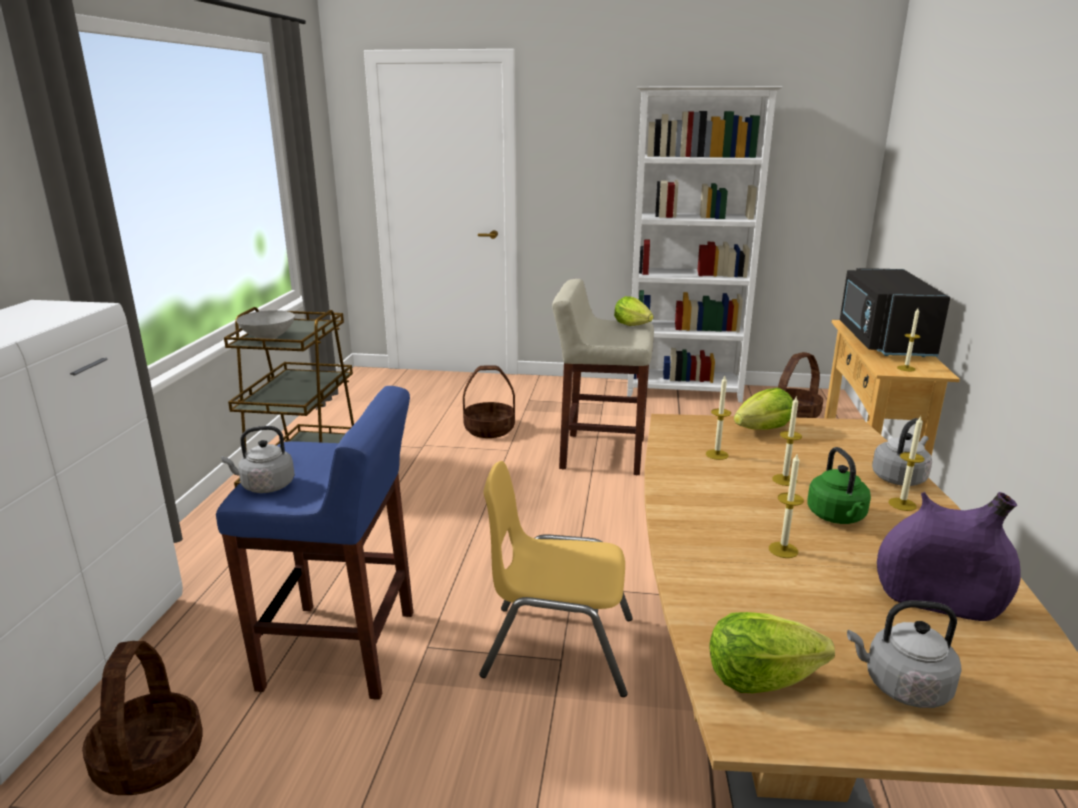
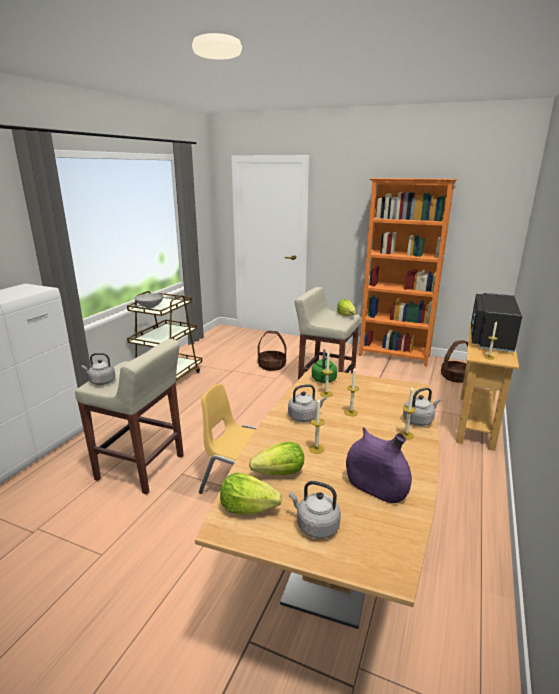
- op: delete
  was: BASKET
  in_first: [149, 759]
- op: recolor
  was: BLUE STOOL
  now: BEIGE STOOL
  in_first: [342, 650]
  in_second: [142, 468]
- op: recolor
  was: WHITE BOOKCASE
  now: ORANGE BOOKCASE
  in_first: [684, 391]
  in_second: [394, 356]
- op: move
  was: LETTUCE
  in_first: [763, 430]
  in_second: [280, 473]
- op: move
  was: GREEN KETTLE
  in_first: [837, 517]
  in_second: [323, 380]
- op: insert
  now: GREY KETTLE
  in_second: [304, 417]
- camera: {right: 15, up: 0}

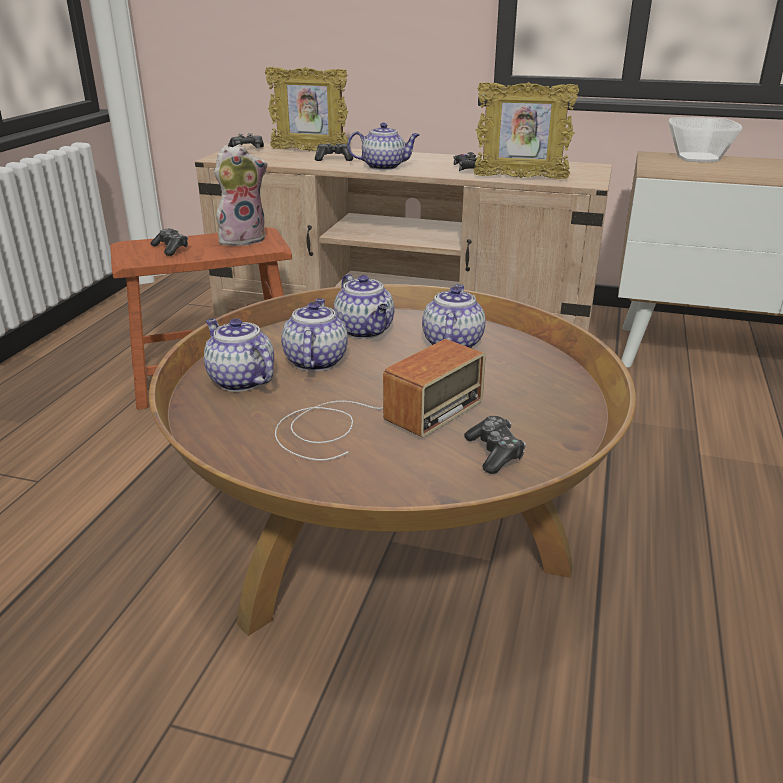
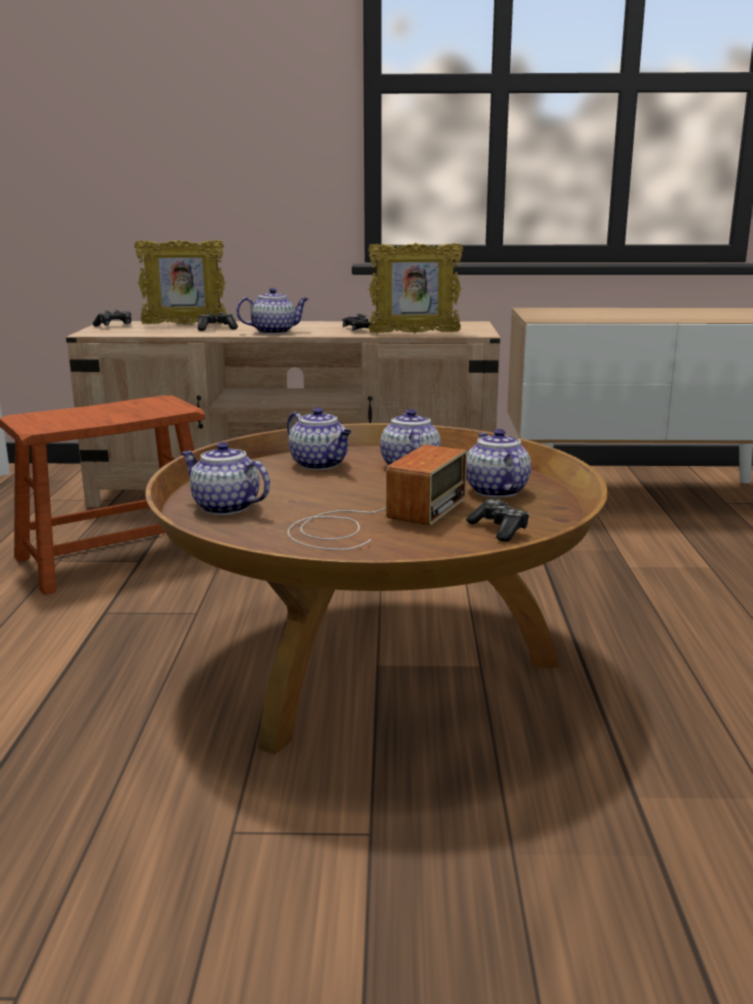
- op: delete
  was: GAME CONTROLLER
  in_first: [171, 248]
- op: delete
  was: PLUSH TOY
  in_first: [243, 239]
- op: move
  was: TEAPOT
  in_first: [315, 361]
  in_second: [495, 490]
- op: delete
  was: BOWL
  in_first: [697, 158]
- camera: {right: -15, up: -10}

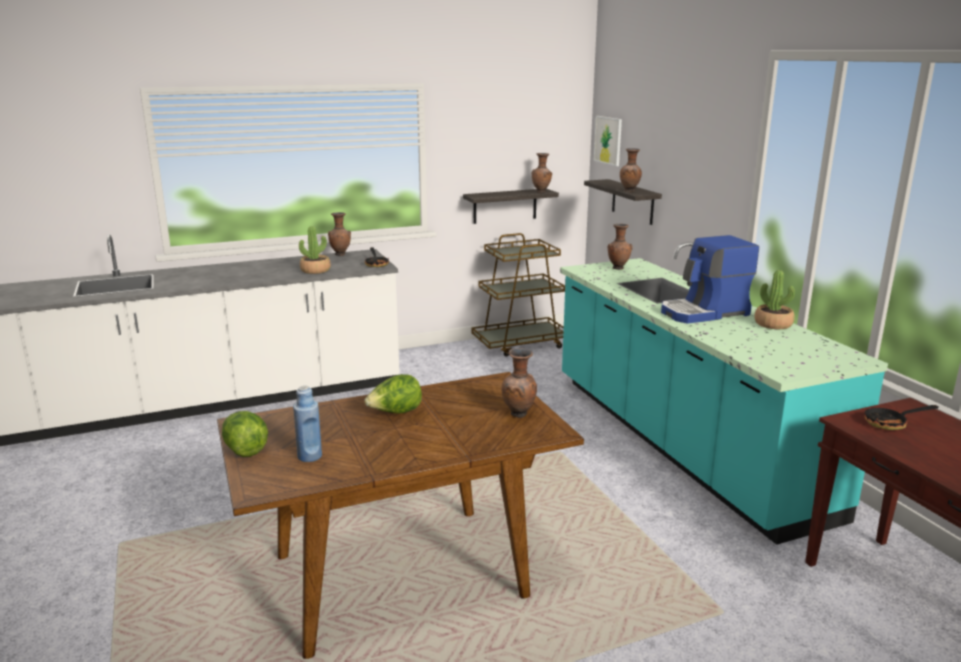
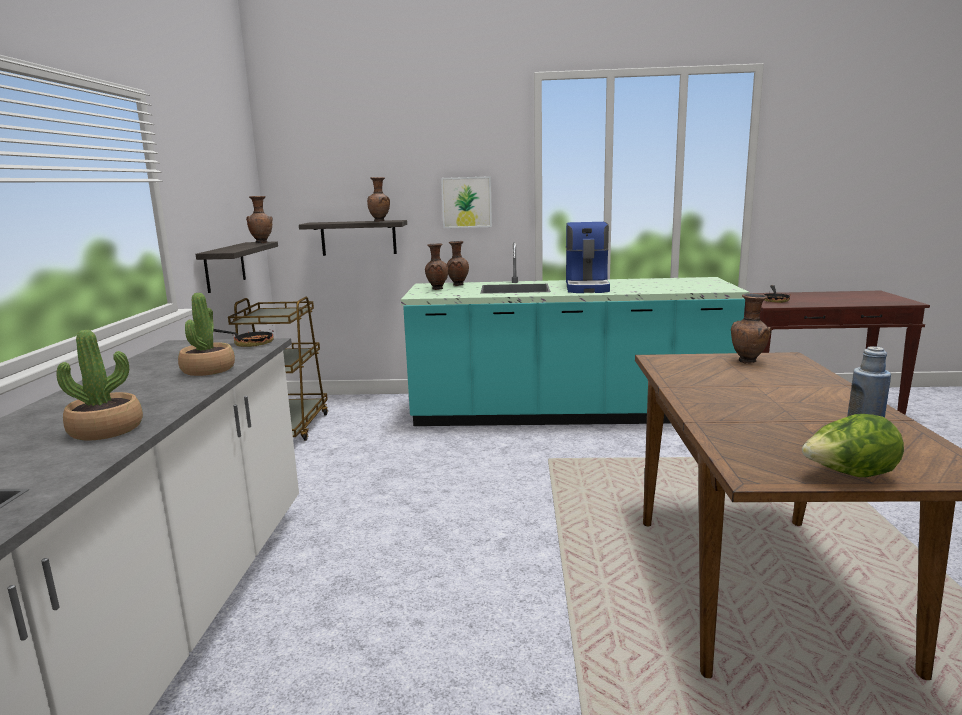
- op: move
  was: BROWN VASE
  in_first: [340, 254]
  in_second: [457, 285]
- op: delete
  was: LETTUCE
  in_first: [395, 413]
- op: move
  was: PICTURE
  in_first: [608, 140]
  in_second: [466, 202]
- op: move
  was: POTTED PLANT
  in_first: [773, 324]
  in_second: [106, 430]
- camera: {right: -65, up: -5}

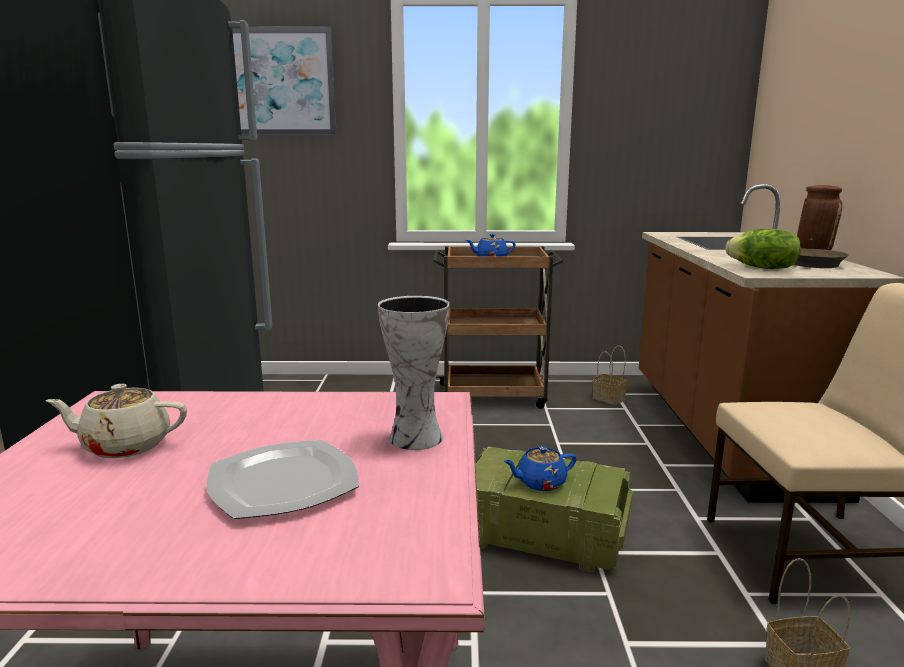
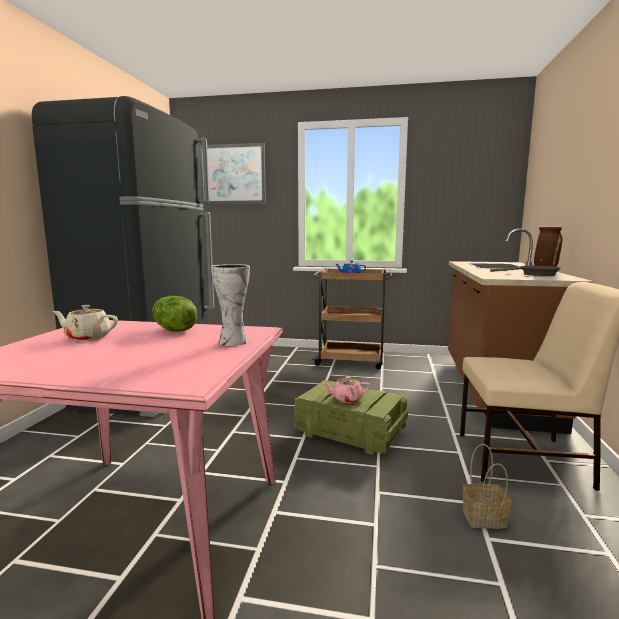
- op: delete
  was: PLATE
  in_first: [282, 484]
- op: recolor
  was: BLUE TEAPOT
  now: PINK TEAPOT
  in_first: [540, 483]
  in_second: [346, 399]
- op: delete
  was: BASKET
  in_first: [609, 399]
- op: move
  was: LETTUCE
  in_first: [762, 268]
  in_second: [173, 330]
- camera: {right: 10, up: -5}

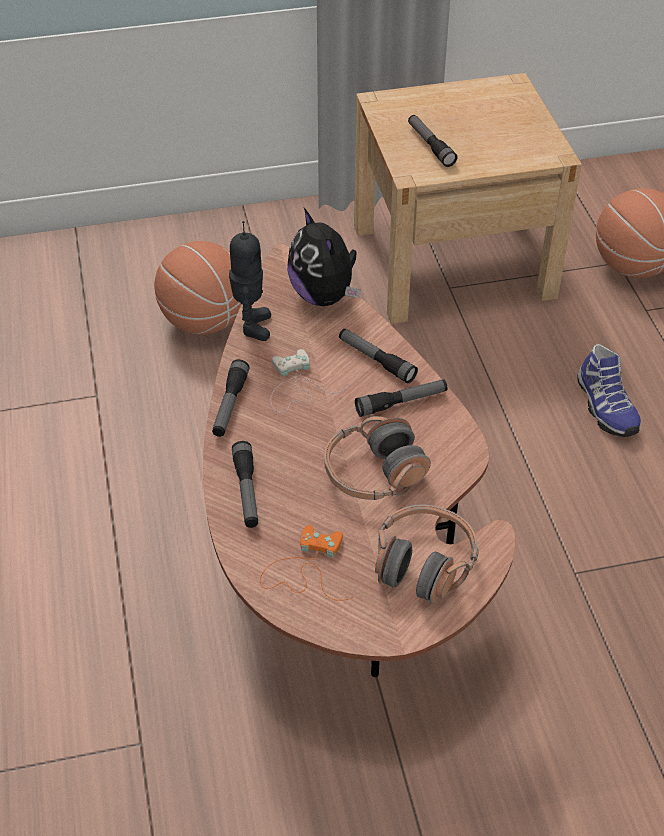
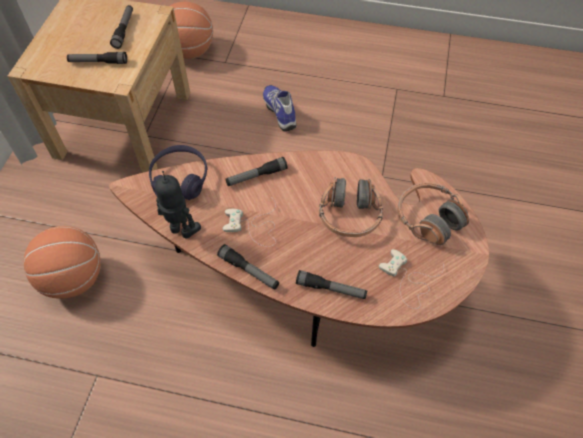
- op: recolor
  was: ORANGE GAME CONTROLLER
  now: WHITE GAME CONTROLLER
  in_first: [305, 568]
  in_second: [409, 280]
- op: replace
  was: PLUSH TOY
  now: PURPLE HEADPHONES
  in_first: [324, 296]
  in_second: [180, 179]
- op: move
  was: FLASHLIGHT
  in_first: [401, 402]
  in_second: [124, 30]
- op: rotate
  was: SHOE
  in_first: [604, 407]
  in_second: [281, 112]
  clockwise: -120
- camera: {right: -65, up: 10}

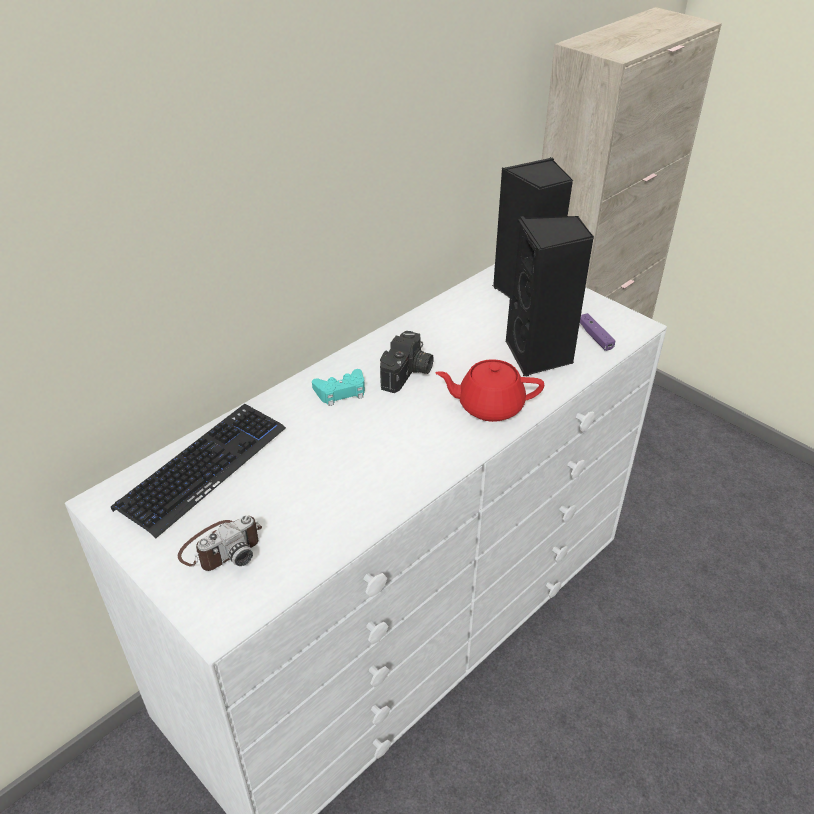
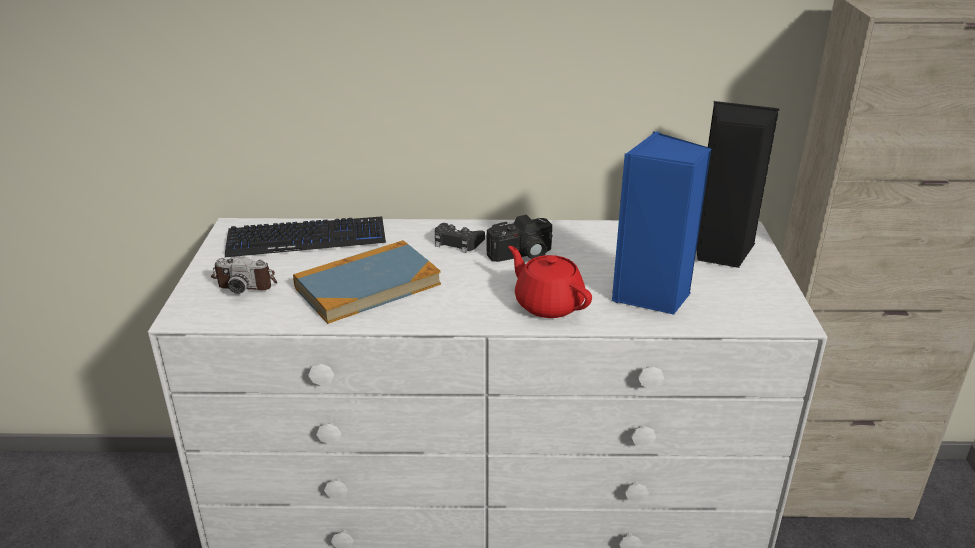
- op: recolor
  was: TURQUOISE GAME CONTROLLER
  now: BLACK GAME CONTROLLER
  in_first: [341, 392]
  in_second: [457, 242]
- op: recolor
  was: BLACK SPEAKER
  now: BLUE SPEAKER
  in_first: [539, 356]
  in_second: [652, 295]
- op: delete
  was: PURPLE GAME CONTROLLER
  in_first: [594, 336]
- op: insert
  now: BOOK
  in_second: [367, 286]
- camera: {right: 45, up: -10}

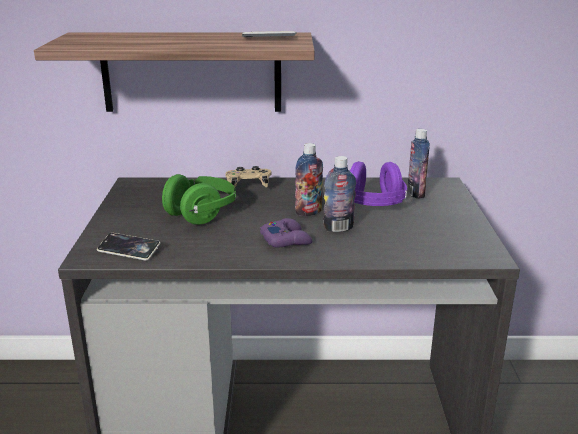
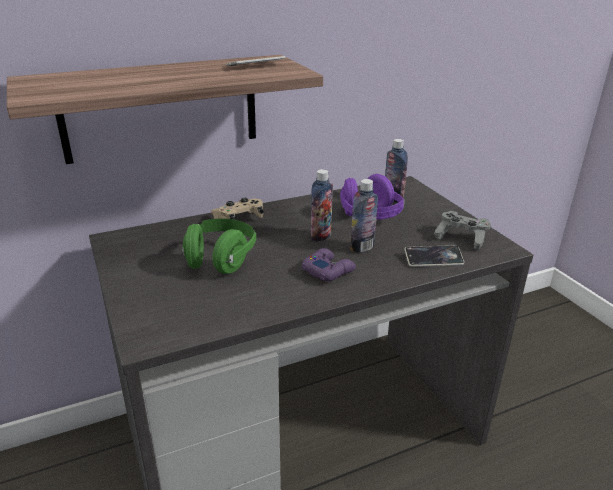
- op: move
  was: PHONE
  in_first: [129, 250]
  in_second: [433, 259]
- op: insert
  now: GREY GAME CONTROLLER
  in_second: [461, 238]
- camera: {right: -25, up: 5}

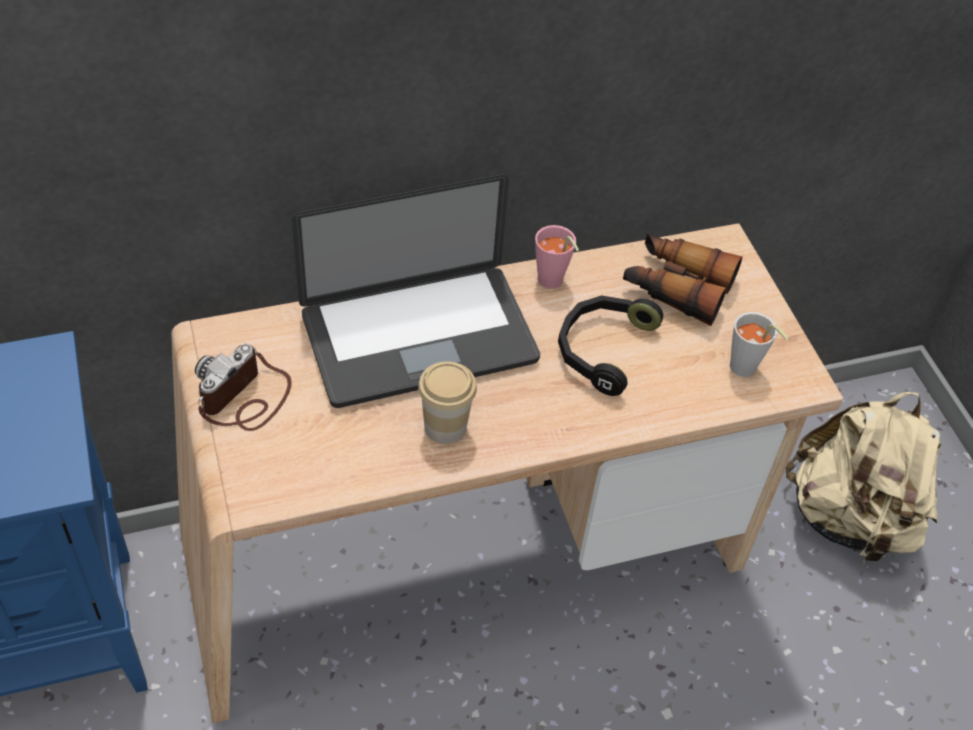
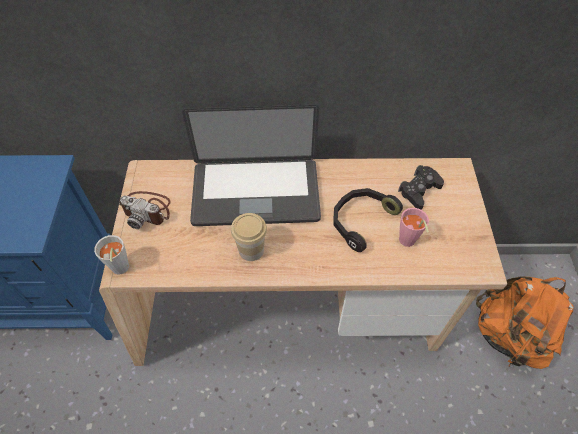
- op: rotate
  was: PHOTO CAMERA
  in_first: [245, 398]
  in_second: [147, 210]
  clockwise: -120
- op: move
  was: PINK CUP
  in_first: [552, 284]
  in_second: [408, 243]
- op: replace
  was: BINOCULARS
  now: BLACK GAME CONTROLLER
  in_first: [676, 287]
  in_second: [419, 190]
- op: move
  was: GREY CUP
  in_first: [746, 371]
  in_second: [120, 270]
- op: recolor
  was: BEIGE BACKPACK
  now: ORANGE BACKPACK
  in_first: [849, 518]
  in_second: [508, 335]
- camera: {right: 20, up: 5}

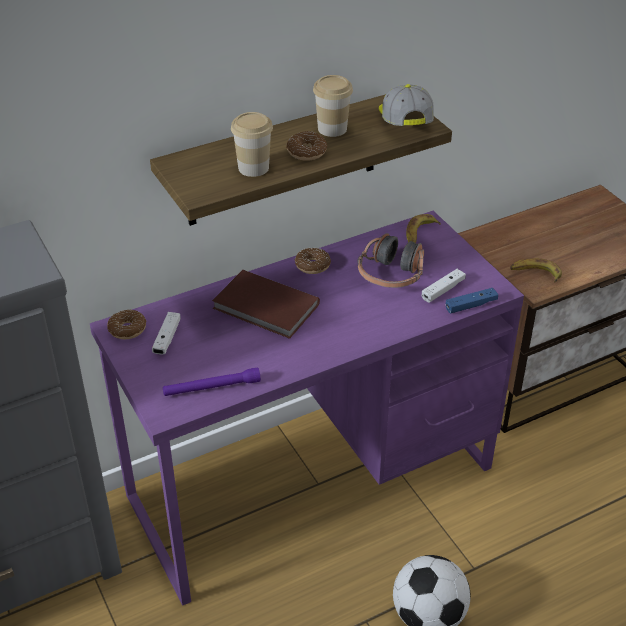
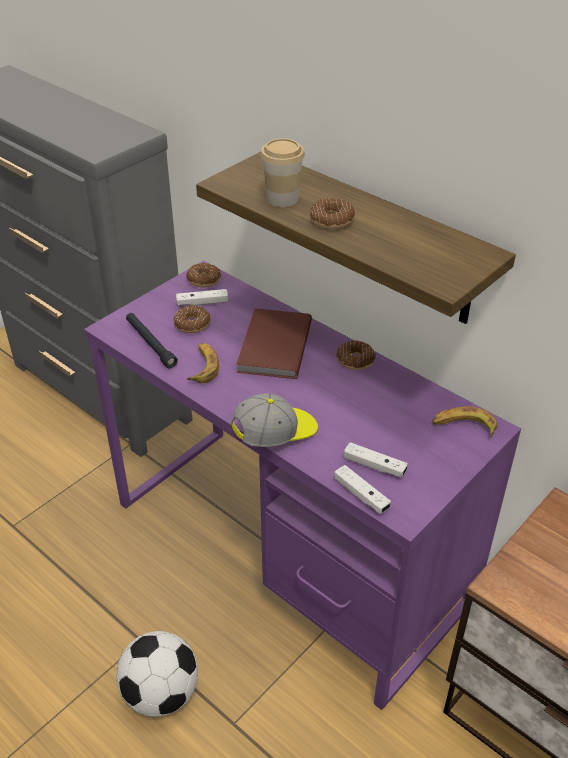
- op: recolor
  was: PURPLE FLASHLIGHT
  now: BLACK FLASHLIGHT
  in_first: [212, 388]
  in_second: [150, 344]
- op: delete
  was: CUP
  in_first: [332, 129]
- op: delete
  was: HEADPHONES
  in_first: [391, 274]
- op: move
  was: CAP
  in_first: [404, 122]
  in_second: [275, 434]
- op: recolor
  was: BLUE GAME CONTROLLER
  now: WHITE GAME CONTROLLER
  in_first: [471, 305]
  in_second: [361, 495]
- op: move
  was: BANANA
  in_first: [535, 274]
  in_second: [203, 366]
- op: insert
  now: DONUT
  in_second: [192, 324]
- camera: {right: 70, up: 0}

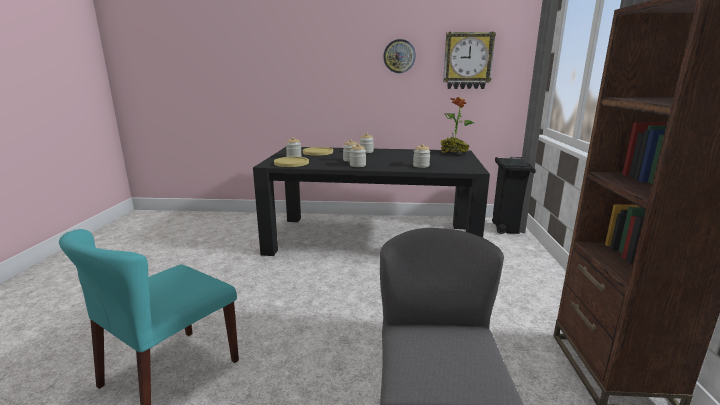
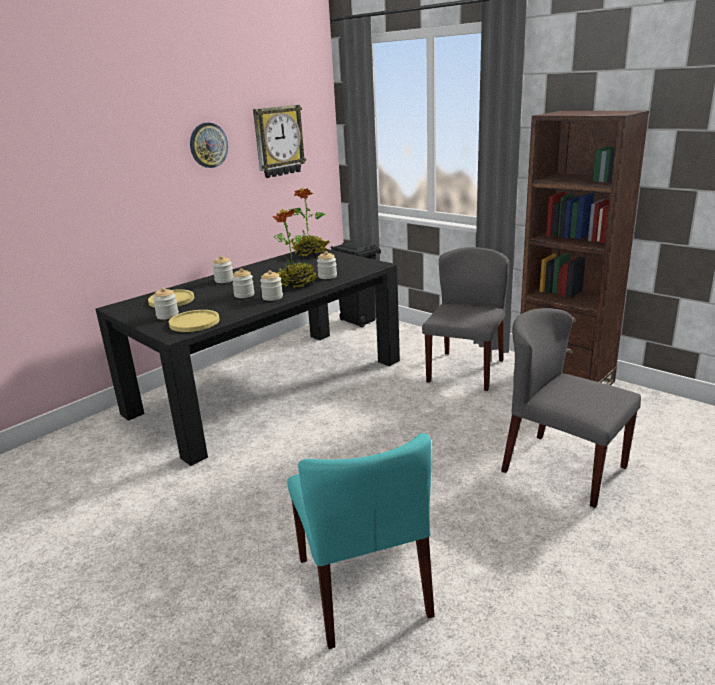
- op: insert
  now: POTTED PLANT
  in_second: [297, 284]
- op: insert
  now: GREY CHAIR
  in_second: [465, 370]
- camera: {right: -50, up: 5}

